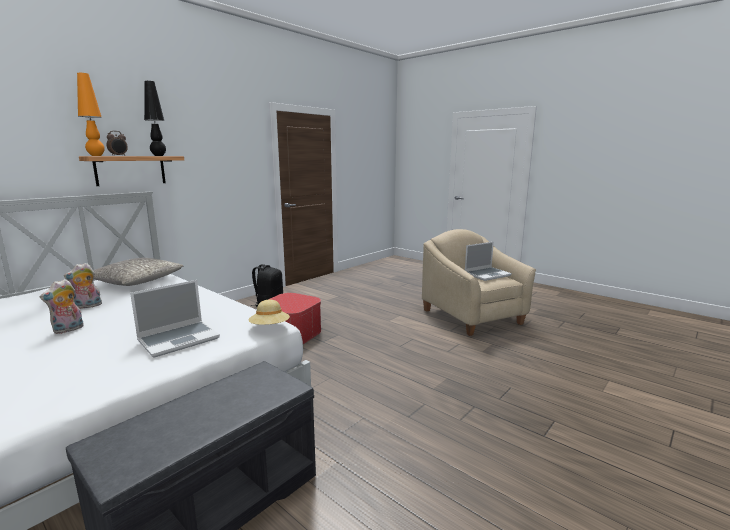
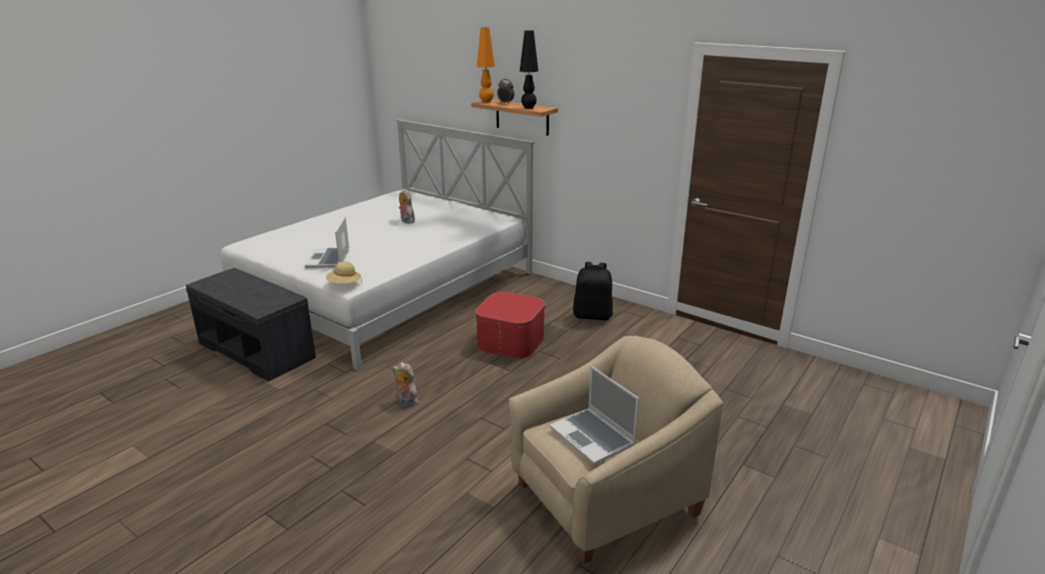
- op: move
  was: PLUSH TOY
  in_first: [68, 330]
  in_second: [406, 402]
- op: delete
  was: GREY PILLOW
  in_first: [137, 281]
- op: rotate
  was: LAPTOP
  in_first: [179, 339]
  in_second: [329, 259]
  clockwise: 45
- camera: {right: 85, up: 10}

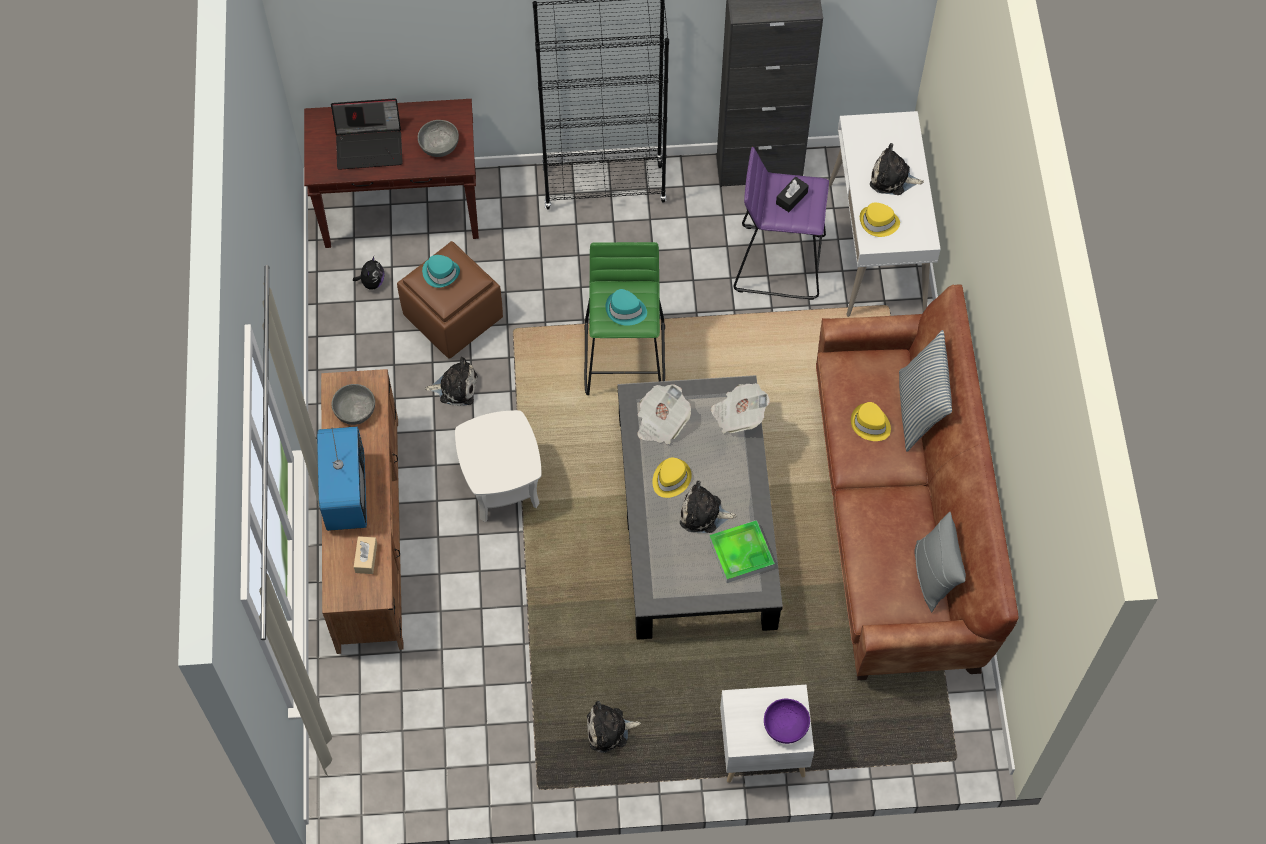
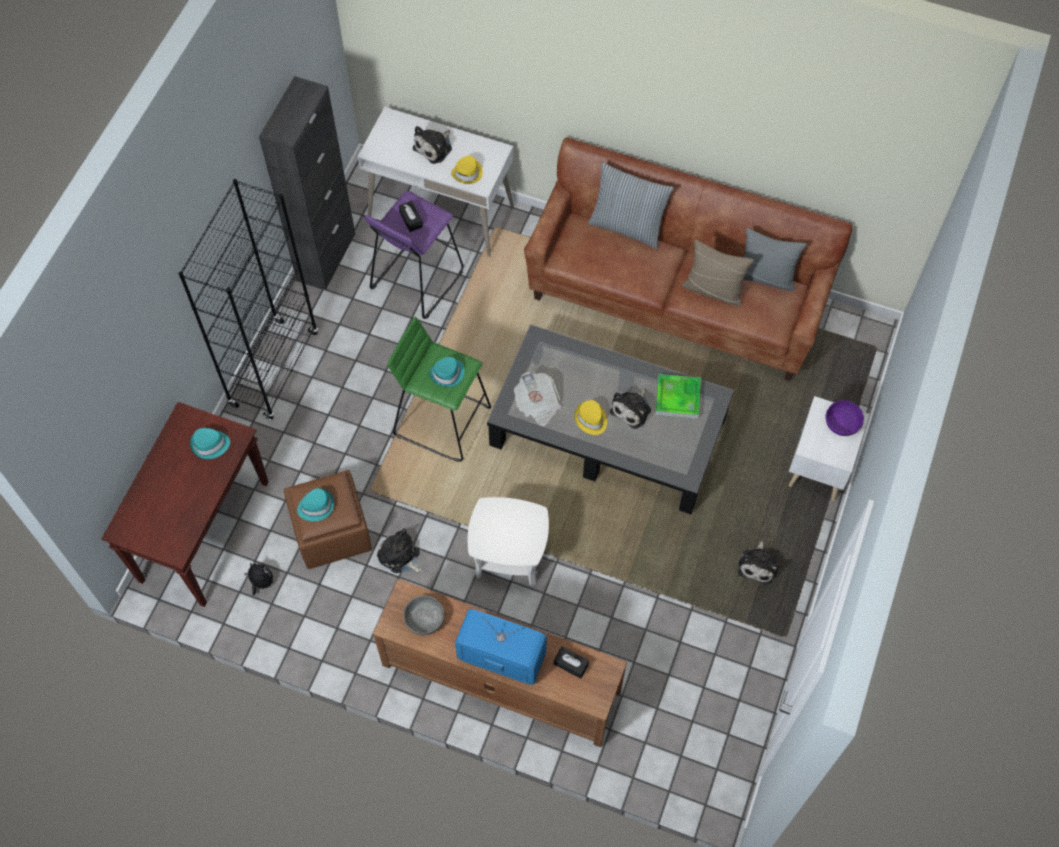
- op: delete
  was: LAPTOP
  in_first: [370, 145]
- op: recolor
  was: BEIGE TISSUE BOX
  now: BLACK TISSUE BOX
  in_first: [366, 558]
  in_second: [571, 664]
- op: replace
  was: GREY BOWL
  now: TURQUOISE HAT
  in_first: [439, 145]
  in_second: [210, 445]
- op: rotate
  was: PLUSH TOY
  in_first: [455, 387]
  in_second: [400, 556]
  clockwise: -75
- op: delete
  was: NEWSPAPER
  in_first: [738, 415]
- op: delete
  was: YELLOW HAT
  in_first: [870, 424]
- op: insert
  now: BEIGE PILLOW
  in_second: [713, 290]
- camera: {right: -65, up: 0}

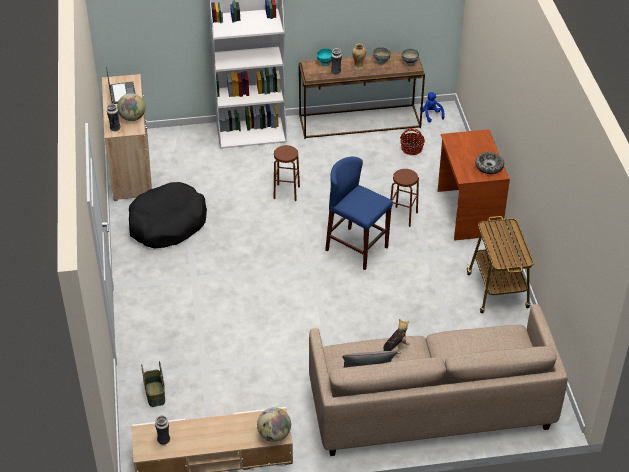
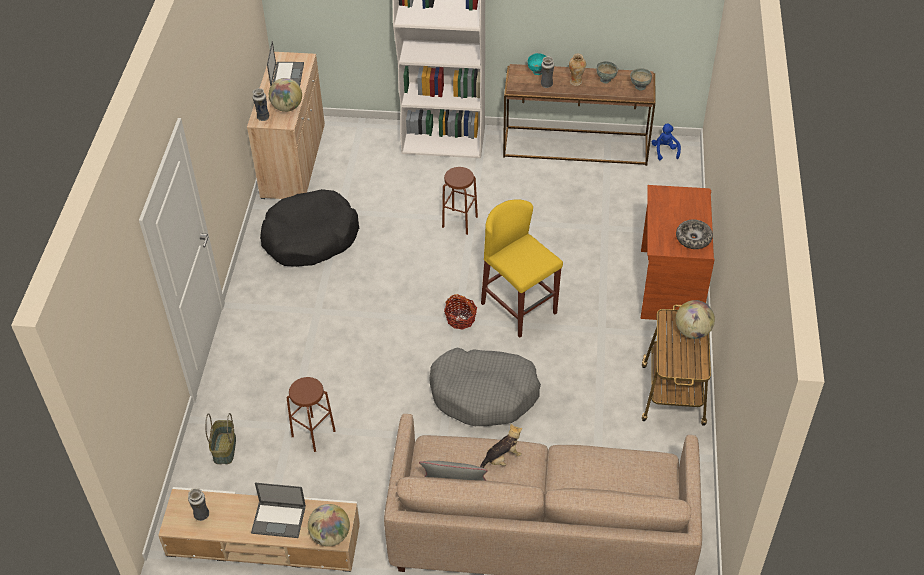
- op: recolor
  was: BLUE STOOL
  now: YELLOW STOOL
  in_first: [357, 249]
  in_second: [519, 308]
- op: move
  was: BROWN STOOL
  in_first: [402, 216]
  in_second: [313, 433]
- op: move
  was: BASKET
  in_first: [411, 149]
  in_second: [460, 319]
- op: insert
  now: LAPTOP
  in_second: [279, 519]
- op: insert
  now: GREY DOG BED
  in_second: [484, 394]
- op: insert
  now: GLOBE
  in_second: [692, 331]
- camera: {right: 15, up: 5}

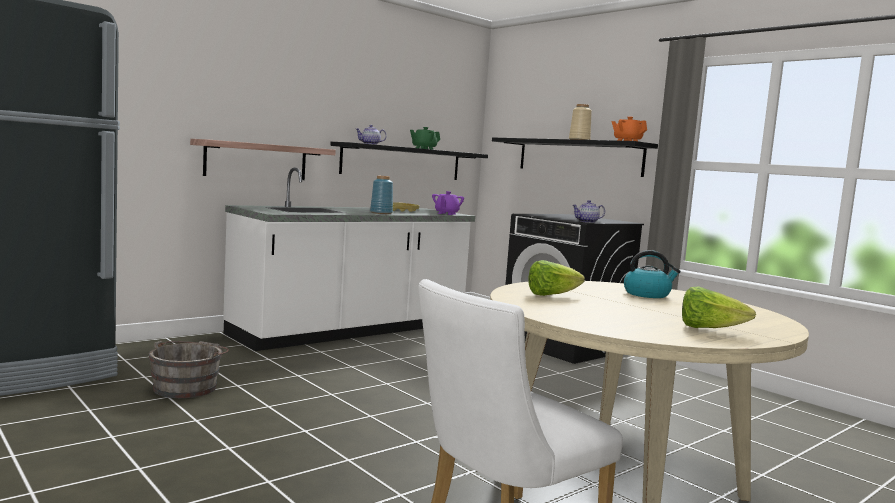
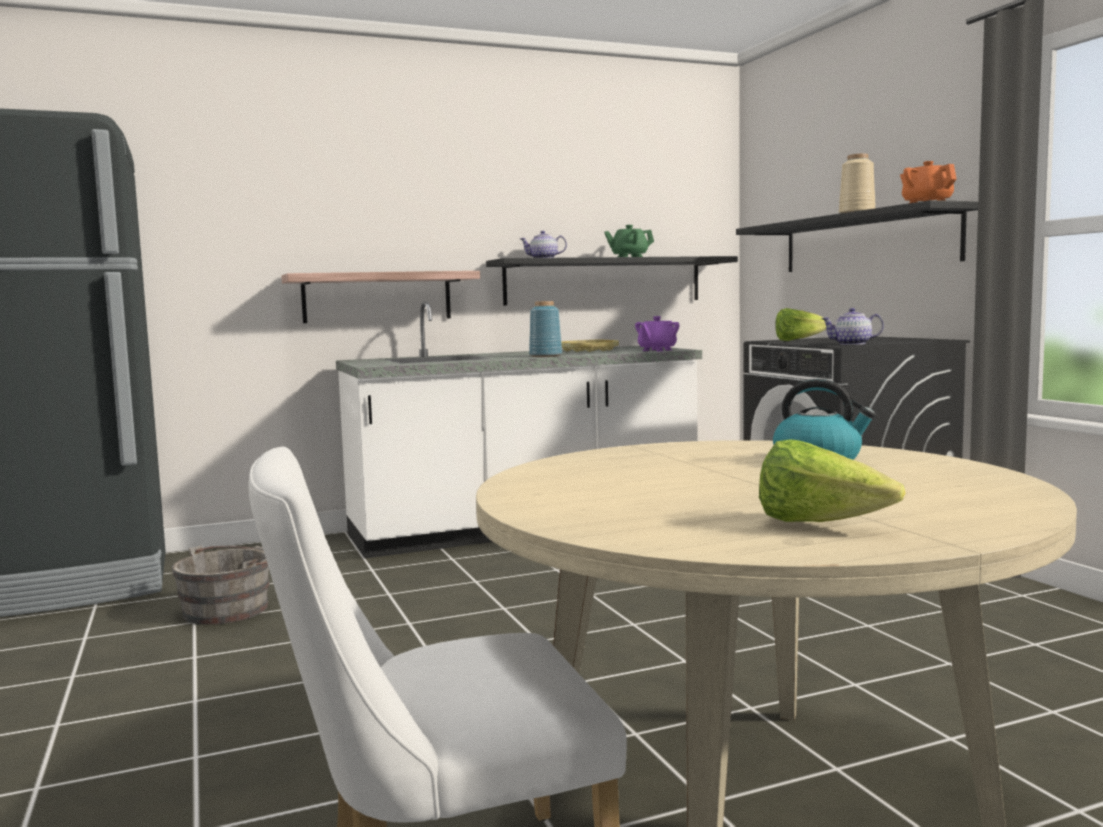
- op: move
  was: LETTUCE
  in_first: [551, 295]
  in_second: [798, 340]
- camera: {right: 20, up: 0}

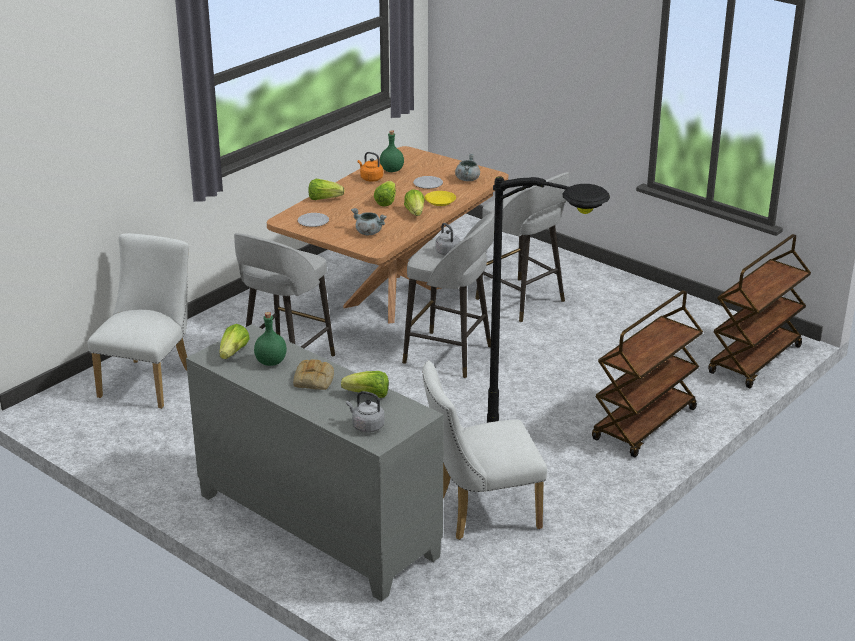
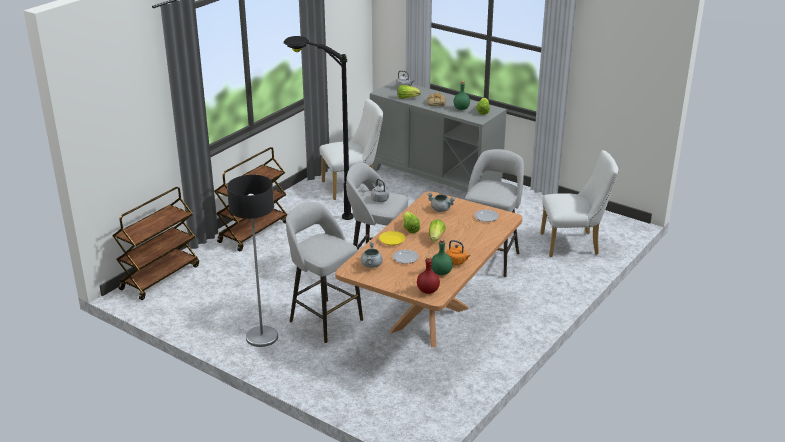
- op: rotate
  was: WHITE CHAIR
  in_first: [150, 380]
  in_second: [574, 244]
  clockwise: -105
- op: delete
  was: LETTUCE
  in_first: [324, 199]
- op: insert
  now: FLOOR LAMP
  in_second: [262, 337]
- op: insert
  now: RED BOTTLE
  in_second: [427, 290]
- camera: {right: 175, up: 0}

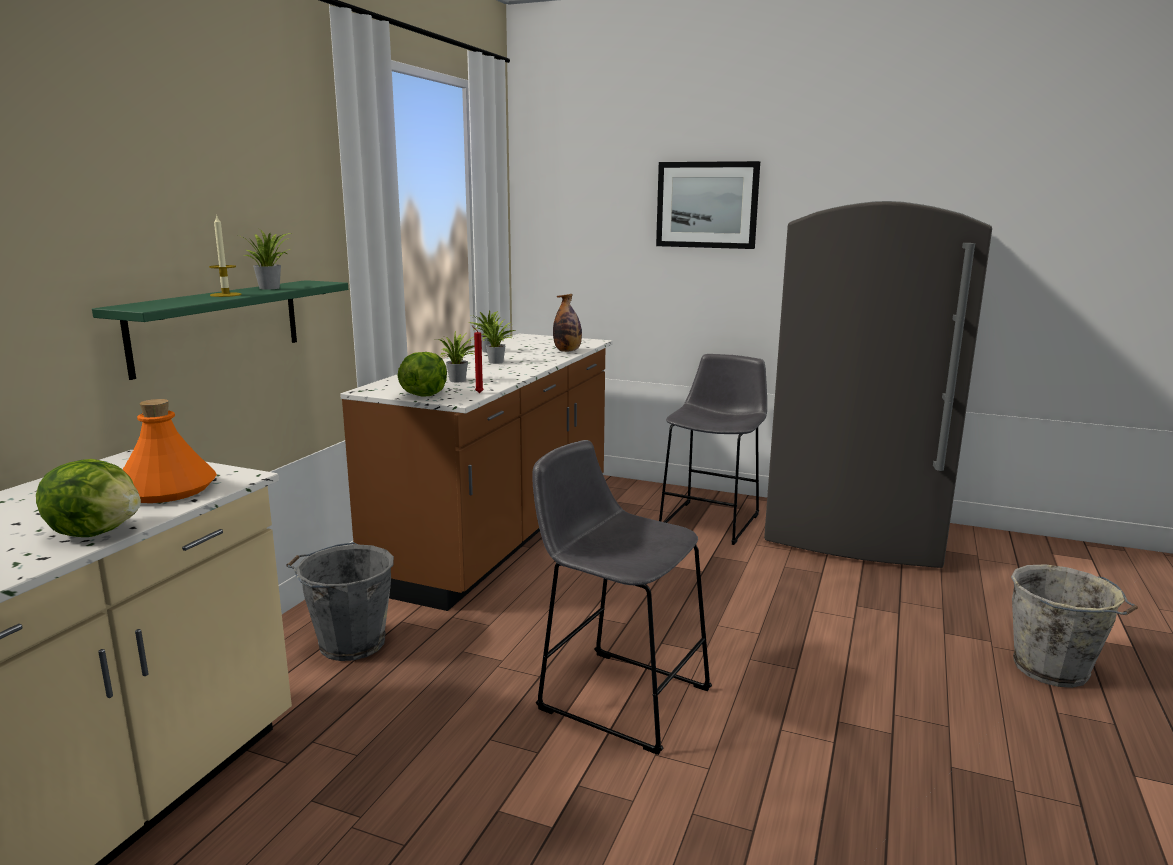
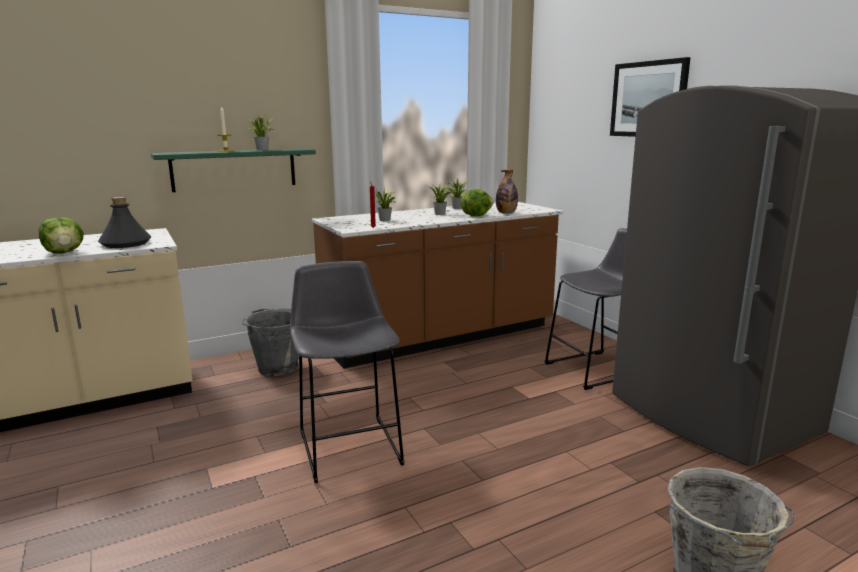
- op: recolor
  was: ORANGE BOTTLE
  now: GREY BOTTLE
  in_first: [167, 489]
  in_second: [126, 244]
- op: move
  was: LETTUCE
  in_first: [424, 395]
  in_second: [475, 215]
- camera: {right: 40, up: 0}

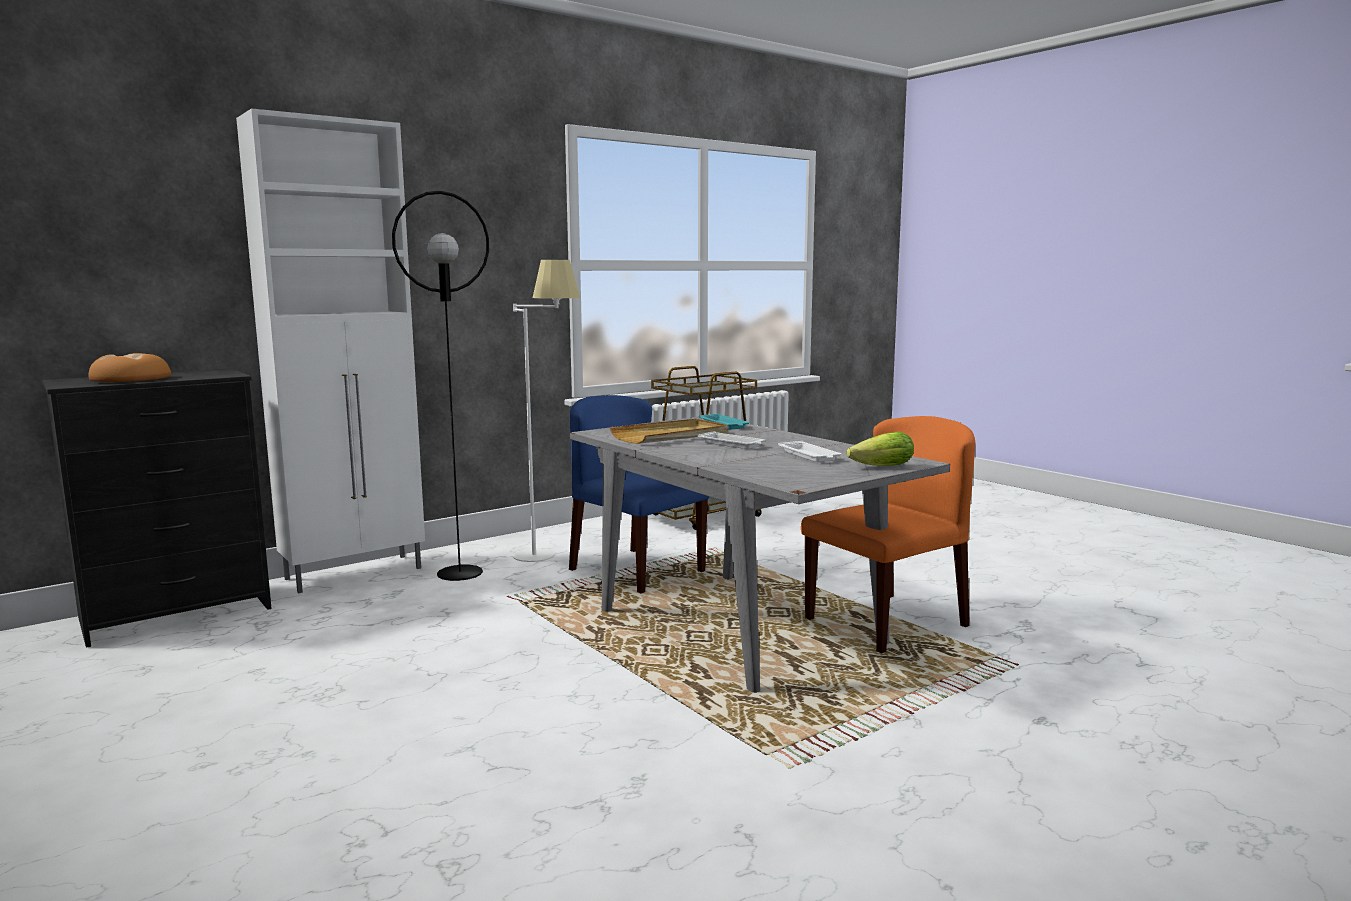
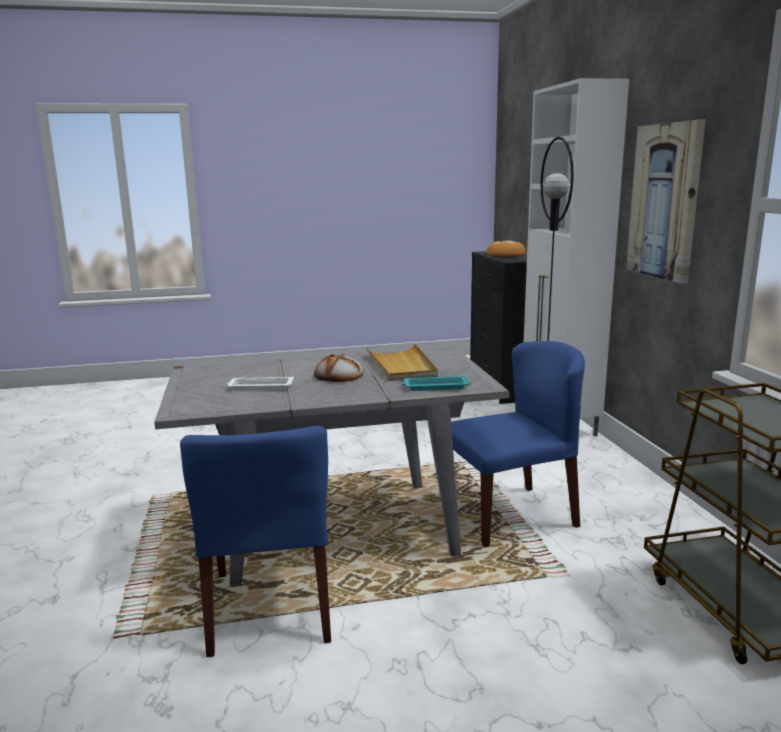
- op: delete
  was: WHITE FLOOR LAMP
  in_first: [549, 551]
- op: replace
  was: WHITE TRAY
  now: BREAD
  in_first: [732, 444]
  in_second: [339, 375]
- op: recolor
  was: ORANGE CHAIR
  now: BLUE CHAIR
  in_first: [886, 622]
  in_second: [271, 607]
- op: delete
  was: LETTUCE
  in_first: [878, 467]
- op: insert
  now: PICTURE
  in_second: [665, 201]
- camera: {right: 115, up: 5}

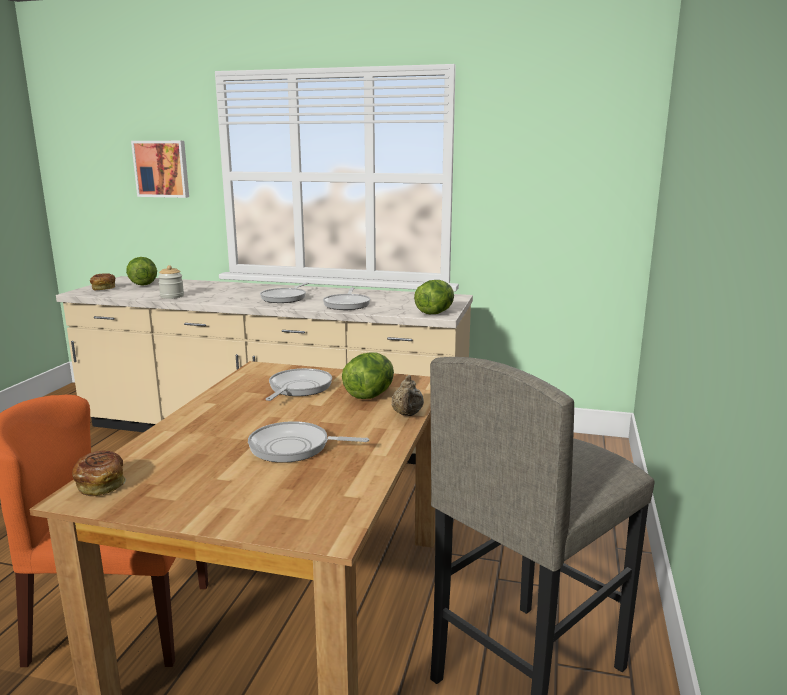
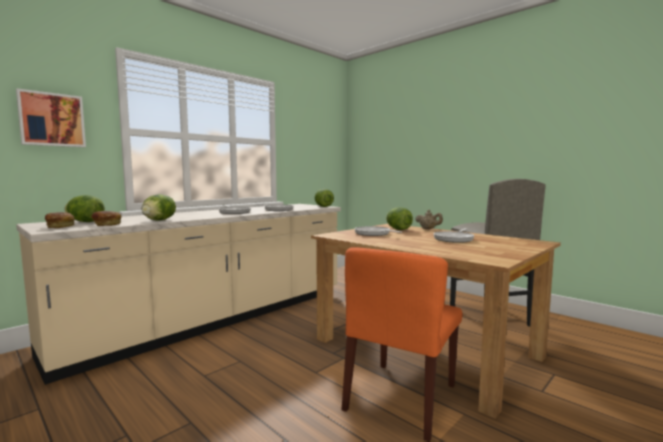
- op: move
  was: BREAD
  in_first: [101, 484]
  in_second: [106, 224]
- op: replace
  was: JAR
  now: LETTUCE
  in_first: [172, 296]
  in_second: [159, 220]
- camera: {right: -60, up: -10}

